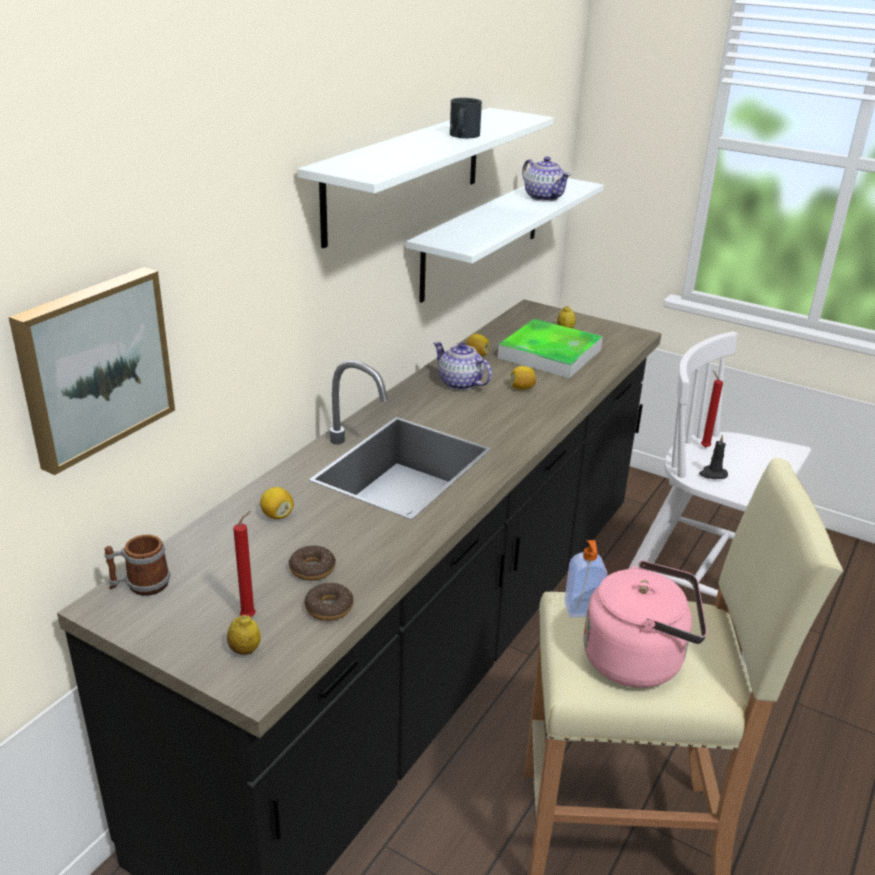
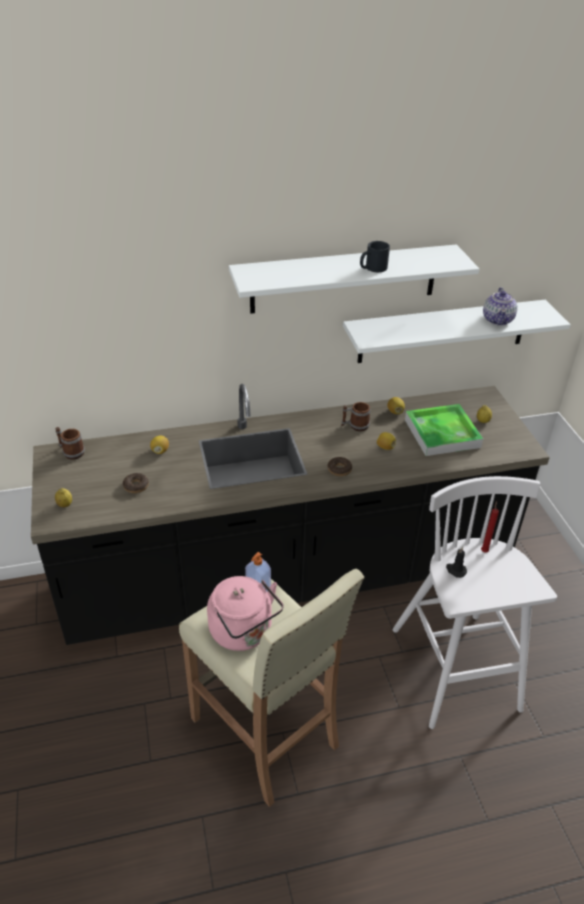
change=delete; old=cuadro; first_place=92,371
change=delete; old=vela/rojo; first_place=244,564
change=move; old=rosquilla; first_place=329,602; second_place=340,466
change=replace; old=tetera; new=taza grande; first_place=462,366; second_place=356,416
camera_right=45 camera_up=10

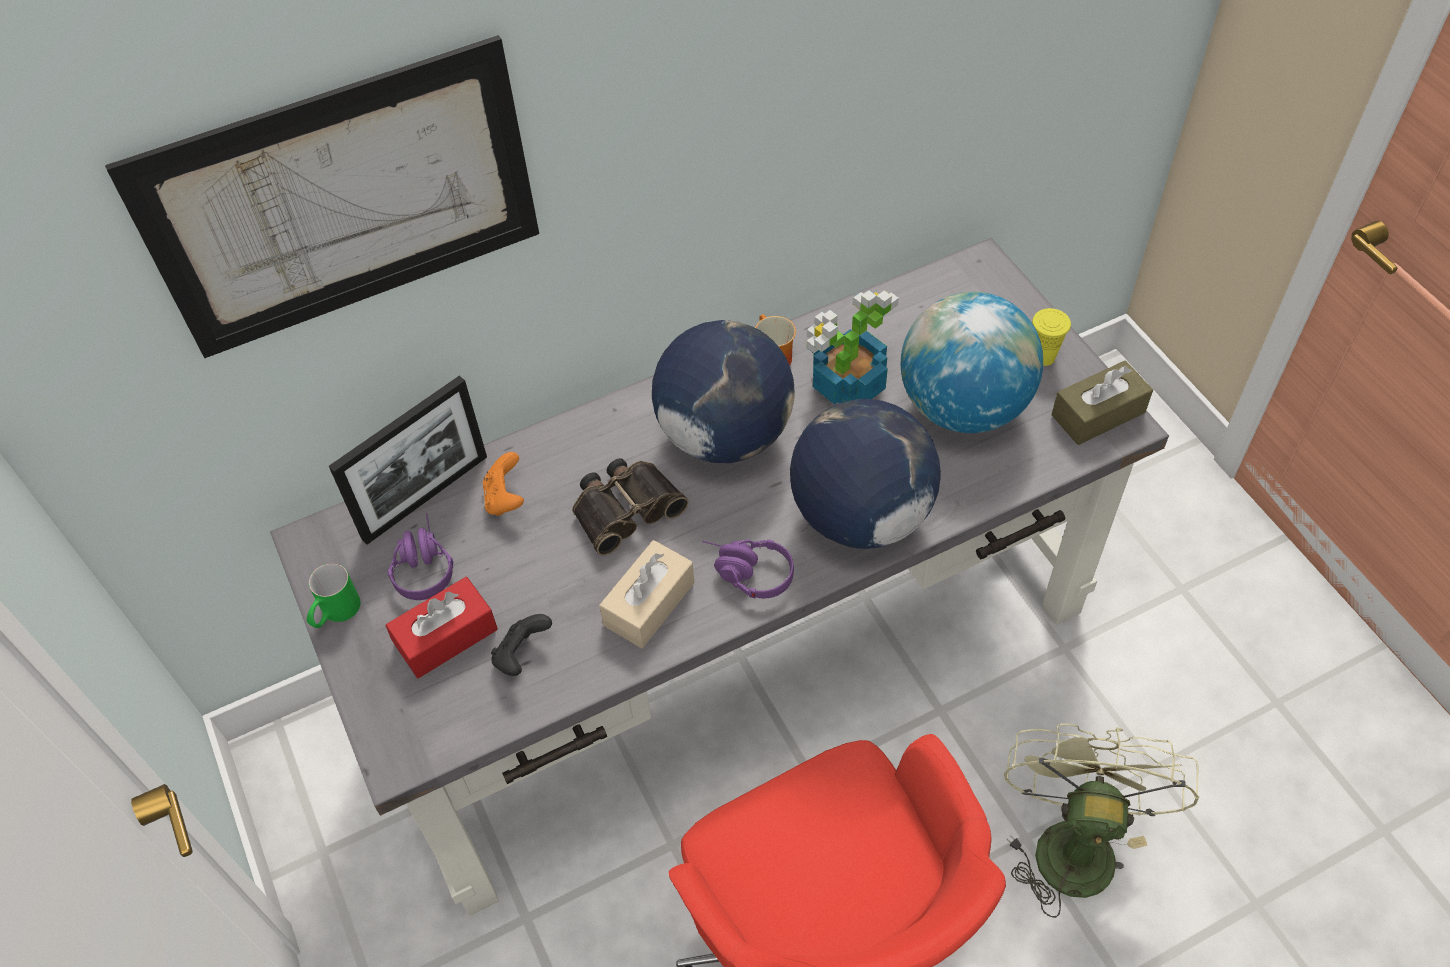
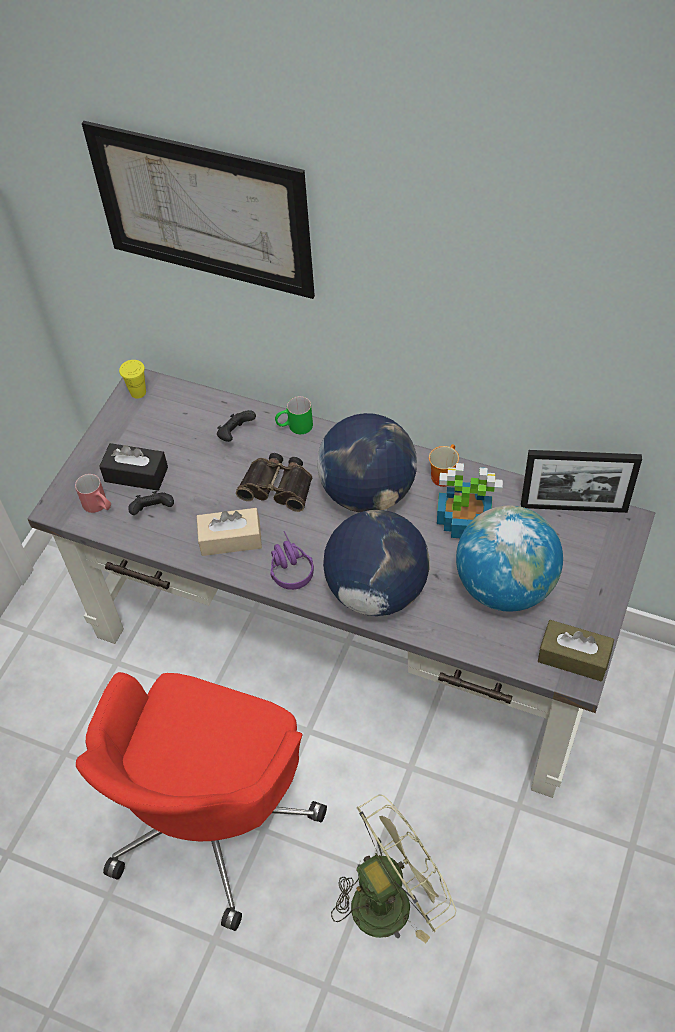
change=move; old=taza grande/verde; first_place=334,595; second_place=294,415
change=move; old=portarretratos; first_place=408,460; second_place=581,481
change=recolor; old=caja de pañuelos/rojo; new=caja de pañuelos/negro; first_place=441,628; second_place=133,467
change=delete; old=auriculares/morado; first_place=420,556
change=recolor; old=mando de consola/naranja; new=mando de consola/negro; first_place=503,484; second_place=236,426
change=move; old=taza/amarillo; first_place=1051,337; second_place=132,379
change=insert; new=taza grande/rojo; second_place=93,493
camera_right=50 camera_up=0

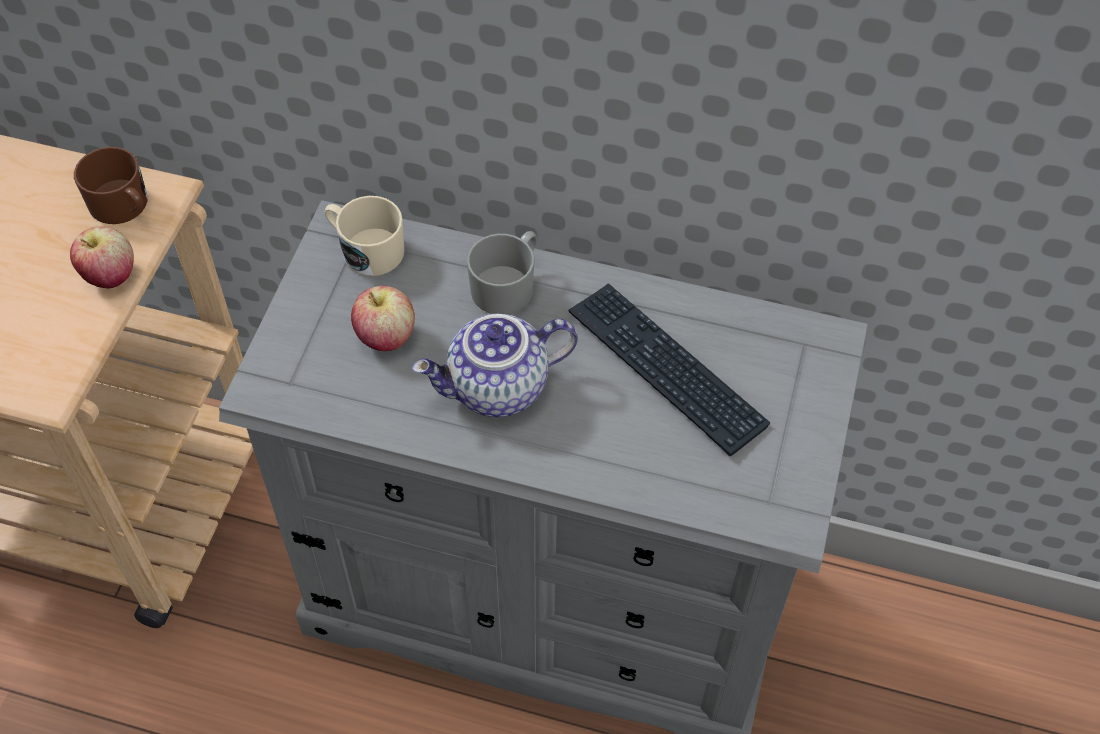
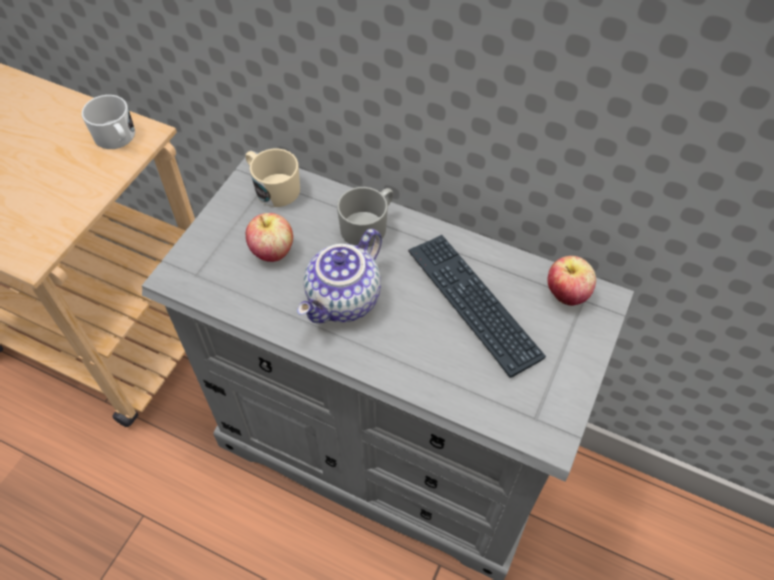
change=move; old=manzana; first_place=102,257; second_place=571,281
change=recolor; old=taza grande/marrón; new=taza grande/blanco; first_place=111,185; second_place=108,122
change=rotate; old=tetera; first_place=495,365; second_place=339,276; degrees=-45
camera_right=10 camera_up=0

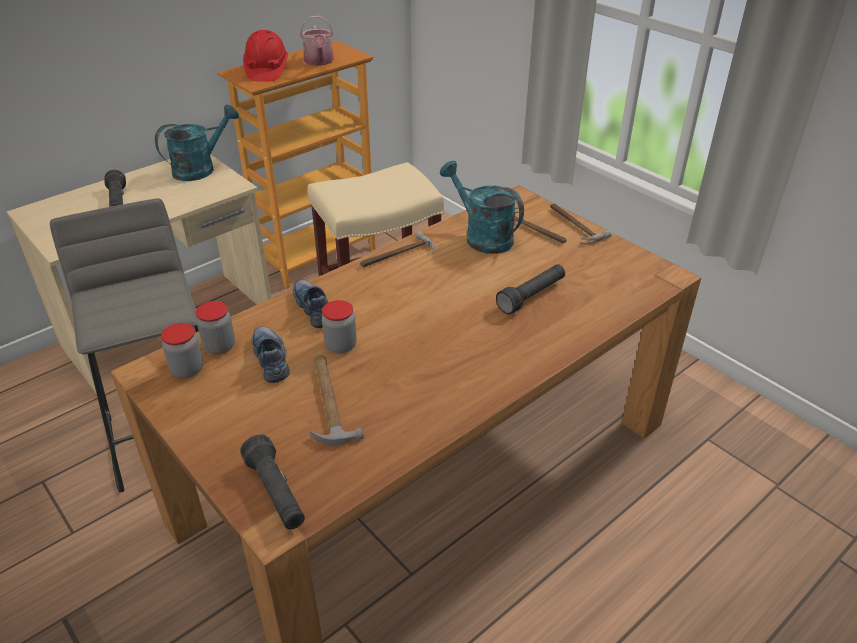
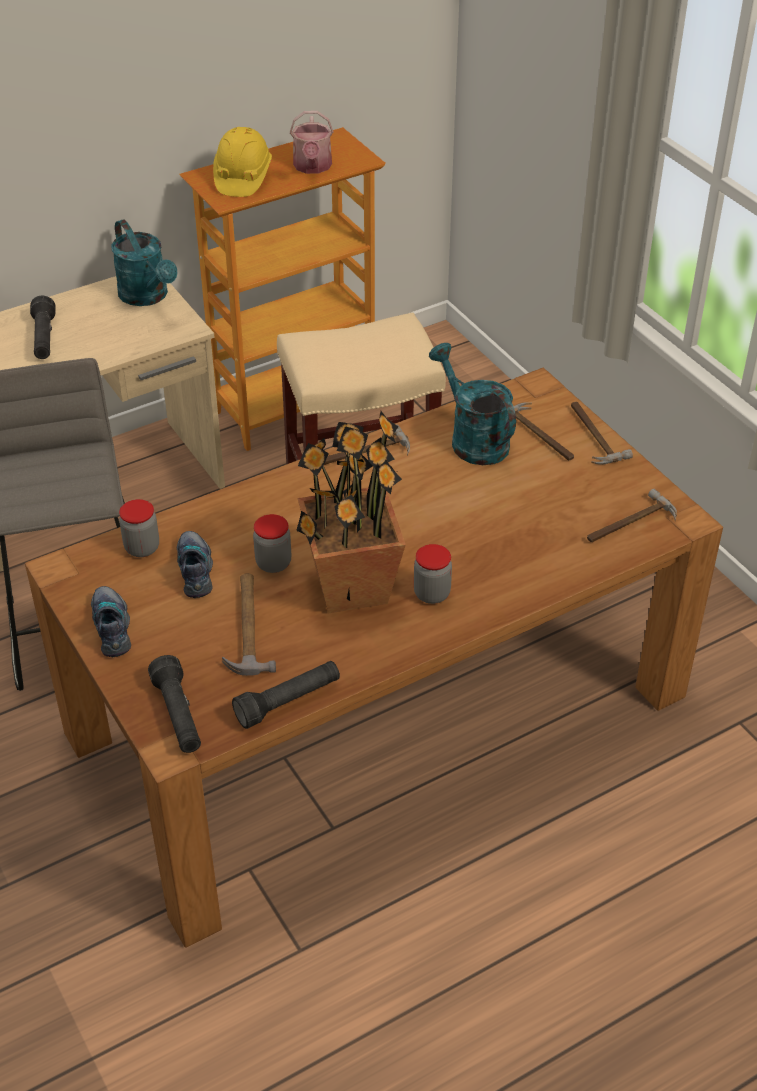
change=rotate; old=regadera/turquesa; first_place=197,143; second_place=144,262; degrees=90
change=move; old=tarro; first_place=182,350; second_place=433,574
change=recolor; old=casco/rojo; new=casco/amarillo; first_place=265,56; second_place=242,162
change=move; old=zapato; first_place=310,304; second_place=111,621
change=move; old=linterna/negro; first_place=530,289; second_place=286,695
change=insert; new=planta en maceta; second_place=351,512
change=insert; new=martillo; second_place=632,515
camera_right=10 camera_up=5

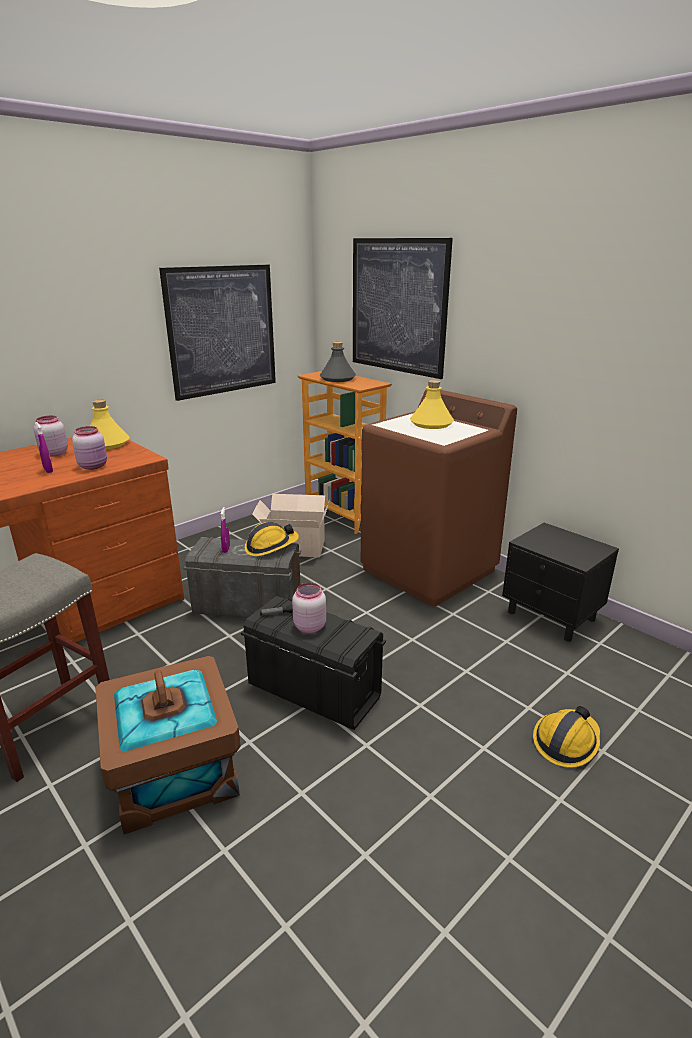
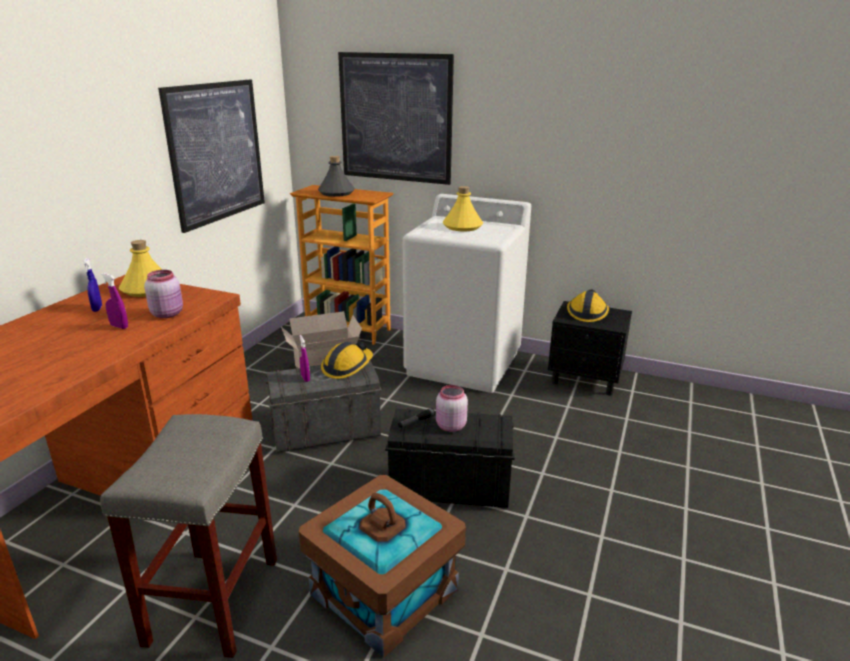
change=replace; old=tarro/rosa; new=pulverizador/azul; first_place=51,436; second_place=92,285
change=recolor; old=lavadora/marrón; new=lavadora/blanco; first_place=439,497; second_place=467,293
change=move; old=casco; first_place=566,737; second_place=588,306
camera_right=-25 camera_up=0

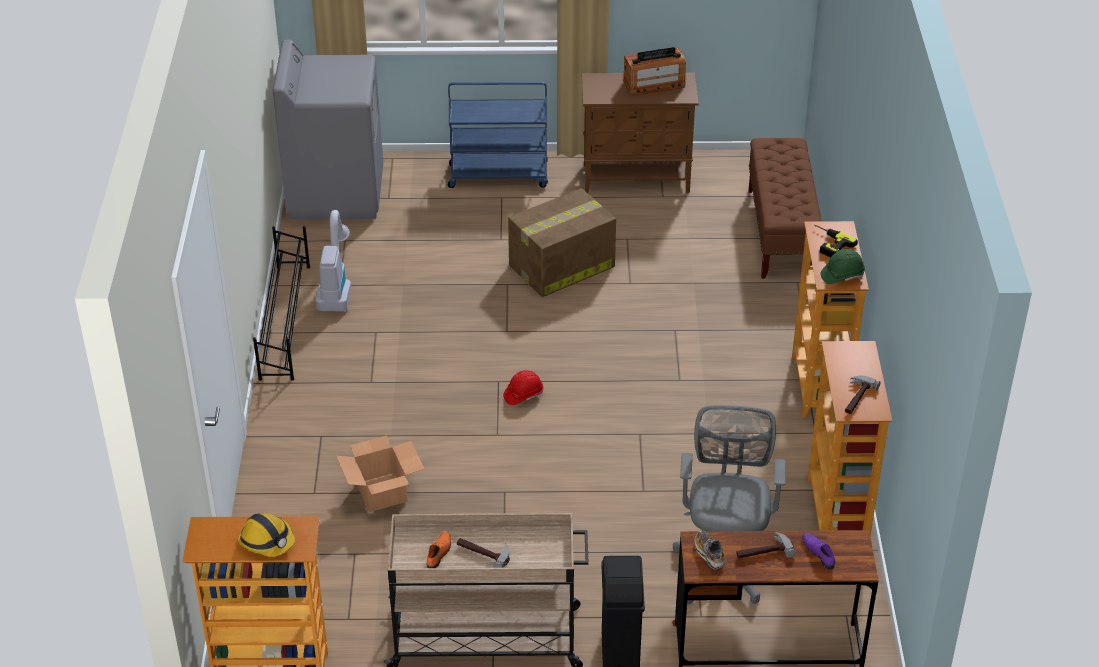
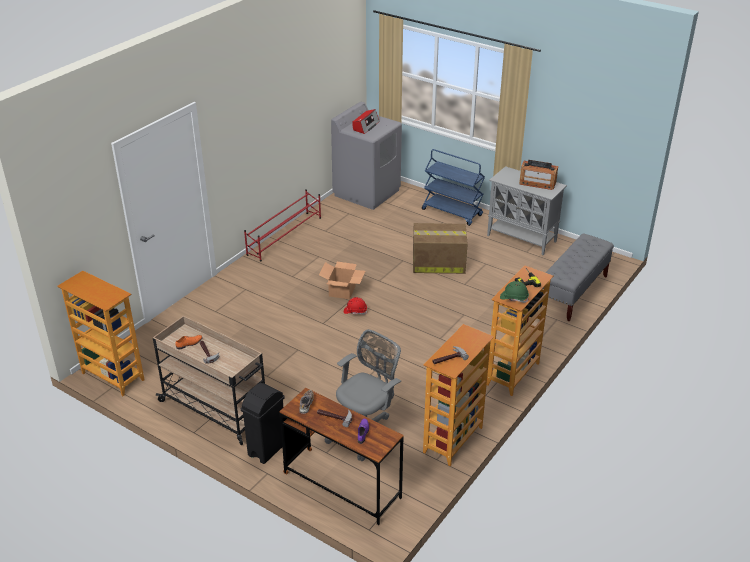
change=delete; old=casco; first_place=266,535
change=recolor; old=zapatero/negro; new=zapatero/rojo; first_place=281,303; second_place=282,225
change=delete; old=aspiradora; first_place=333,260
change=move; old=caja de cartón; first_place=380,474; second_place=342,280
change=recolor; old=armario/marrón; new=armario/gris; first_place=640,132; second_place=527,210
change=recolor; old=banco/marrón; new=banco/gris; first_place=785,208; second_place=578,277
change=insert; new=radio; second_place=366,121
camera_right=35 camera_up=-5

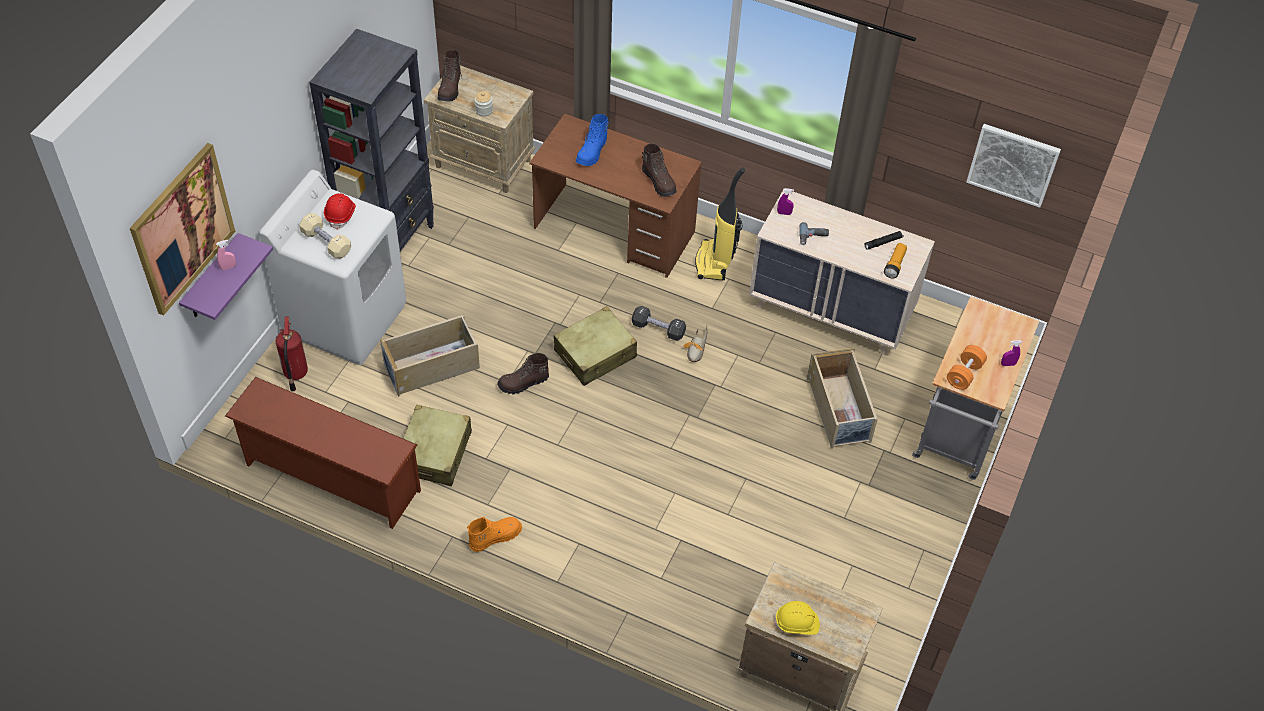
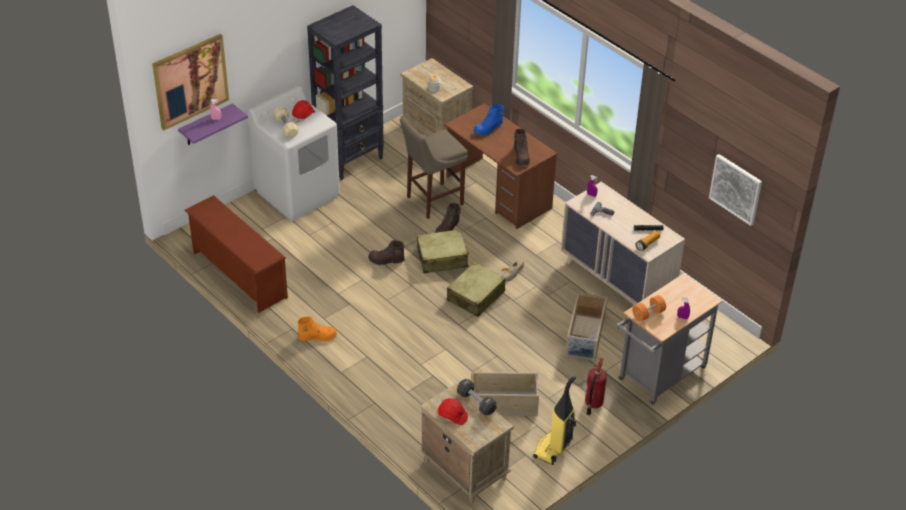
change=move; old=extintor; first_place=292,354; second_place=596,386
change=move; old=caja de almacenaje/beis; first_place=430,356; second_place=505,393
change=move; old=maleta/beis; first_place=437,445; second_place=476,289
change=move; old=bota/marrón; first_place=449,76; second_place=448,218
change=move; old=mancuerna/negro; first_place=659,323; second_place=477,397
change=move; old=aspiradora; first_place=720,223; second_place=554,420
change=recolor; old=casco/amarillo; new=casco/rojo; first_place=797,618; second_place=453,411
change=insert; new=taburete/beis; second_place=434,168
camera_right=25 camera_up=-10

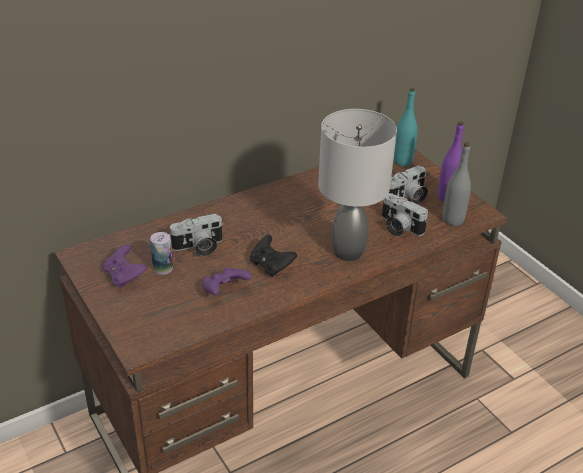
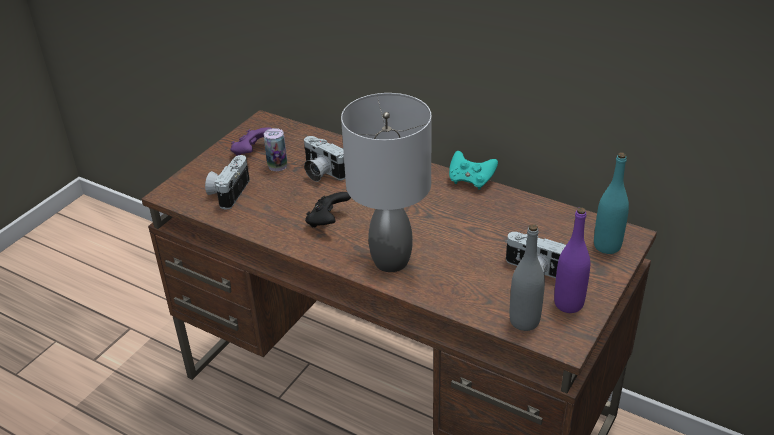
change=delete; old=mando de consola/morado; first_place=226,281
change=move; old=cámara; first_place=405,215; second_place=227,182
change=insert; new=mando de consola/turquesa; second_place=473,170
camera_right=65 camera_up=0

